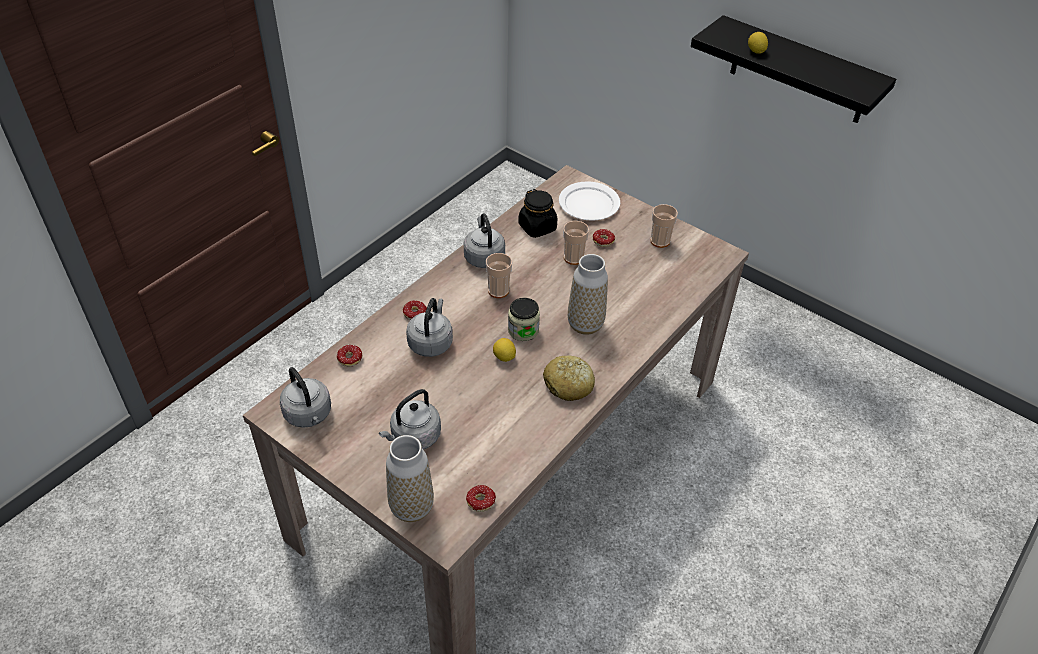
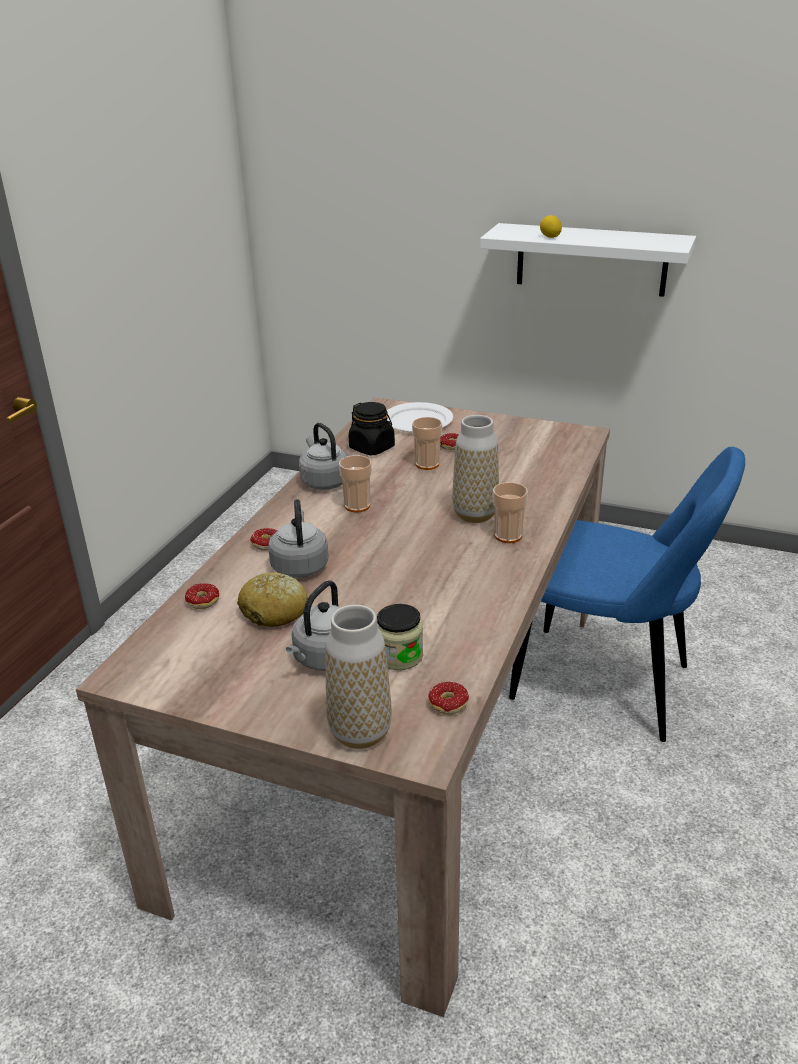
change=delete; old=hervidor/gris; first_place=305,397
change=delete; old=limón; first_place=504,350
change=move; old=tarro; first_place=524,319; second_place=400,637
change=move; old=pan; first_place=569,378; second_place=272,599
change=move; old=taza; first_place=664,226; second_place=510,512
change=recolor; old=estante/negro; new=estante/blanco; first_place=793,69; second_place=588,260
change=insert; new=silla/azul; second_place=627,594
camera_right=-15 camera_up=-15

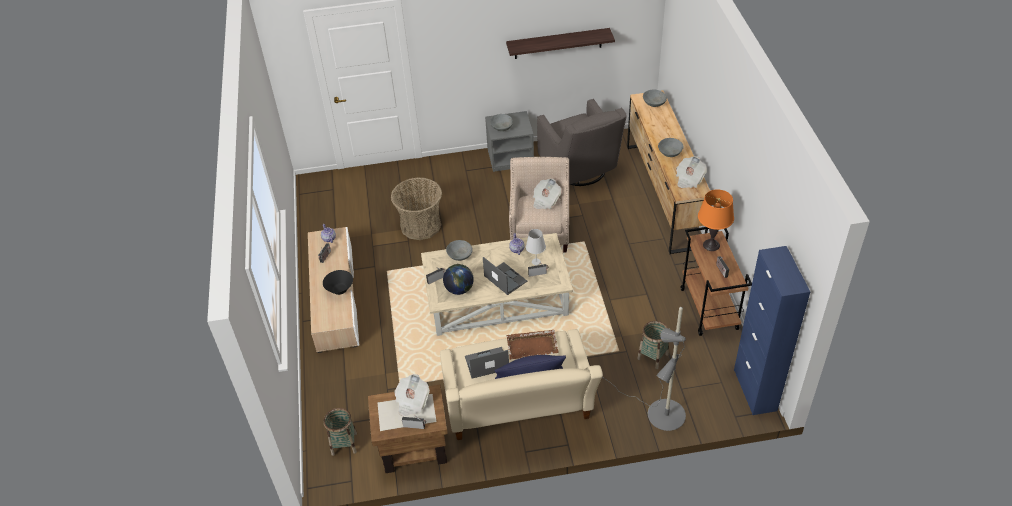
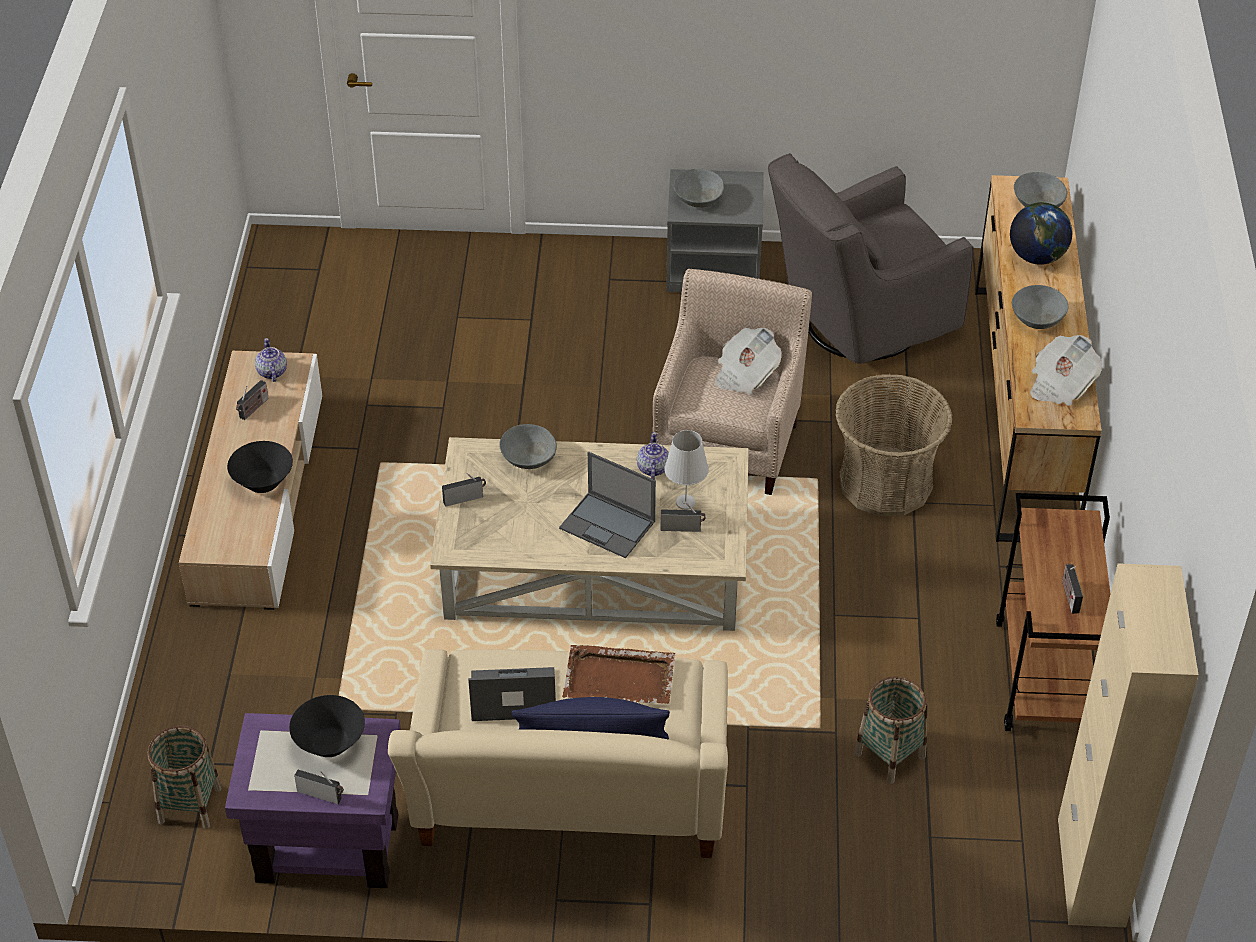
change=recolor; old=mesa auxiliar/marrón; new=mesa auxiliar/morado; first_place=408,429; second_place=313,800
change=move; old=cesta; first_place=416,208; second_place=894,445
change=replace; old=periódico; new=cuenco/negro; first_place=412,395; second_place=327,726
change=move; old=globo terráqueo; first_place=458,279; second_place=1041,233
change=rotate; old=portátil; first_place=505,276; second_place=607,505; degrees=150
change=delete; old=estante; first_place=560,43
change=rotate; old=sillón/gris; first_place=582,142; second_place=871,258; degrees=75
change=delete; old=lámpara de pie/gris; first_place=644,369
change=delete; old=lámpara de mesa/naranja; first_place=716,220
change=recolor; old=armario/azul; new=armario/beis; first_place=772,330; second_place=1128,745
camera_right=10 camera_up=0

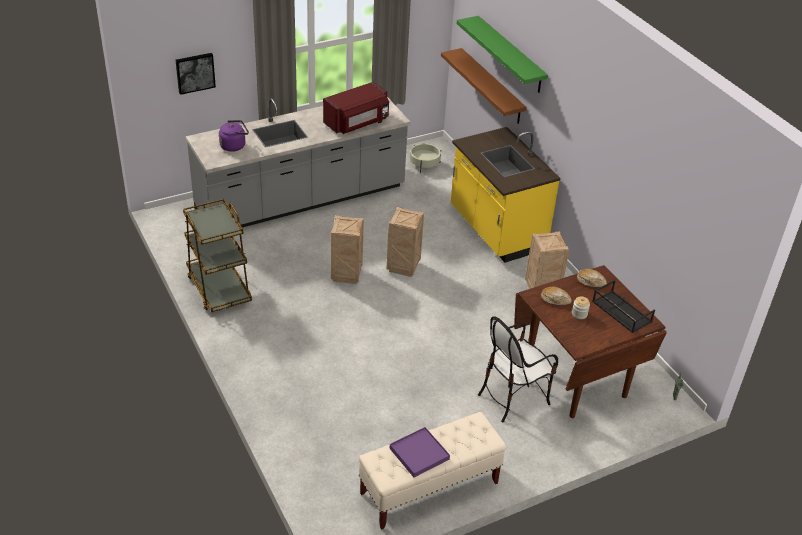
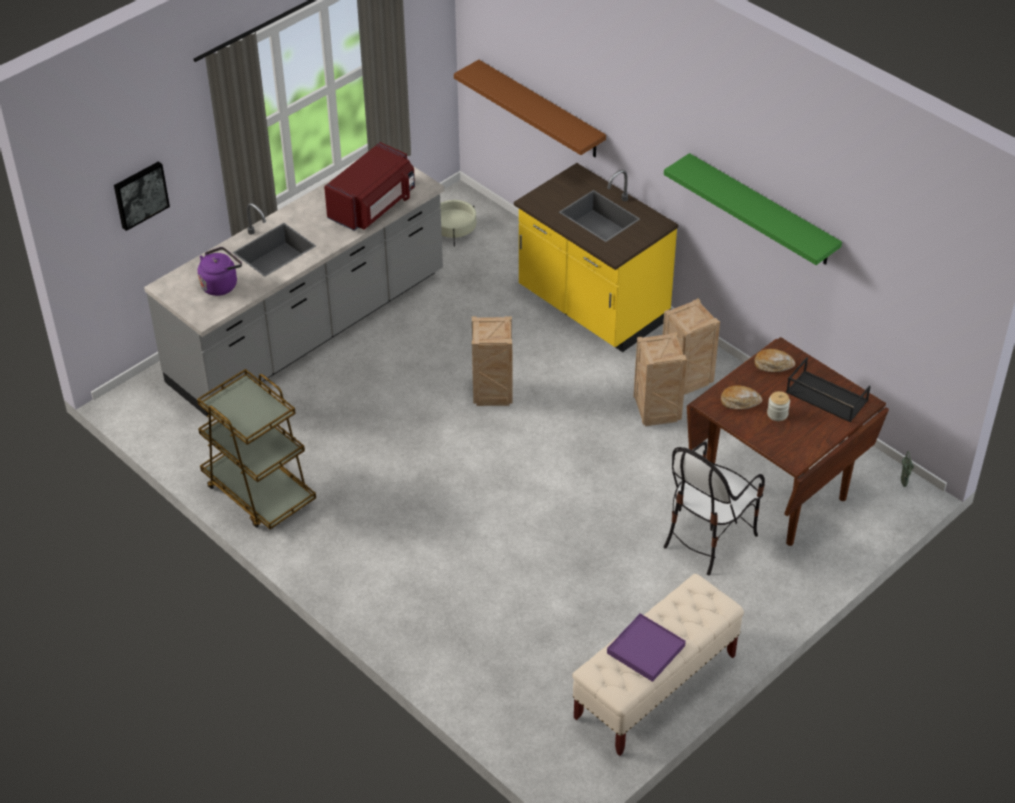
change=move; old=caja de embalaje; first_place=347,249; second_place=660,379
change=move; old=estante/verde; first_place=502,54; second_place=753,209
camera_right=-15 camera_up=5

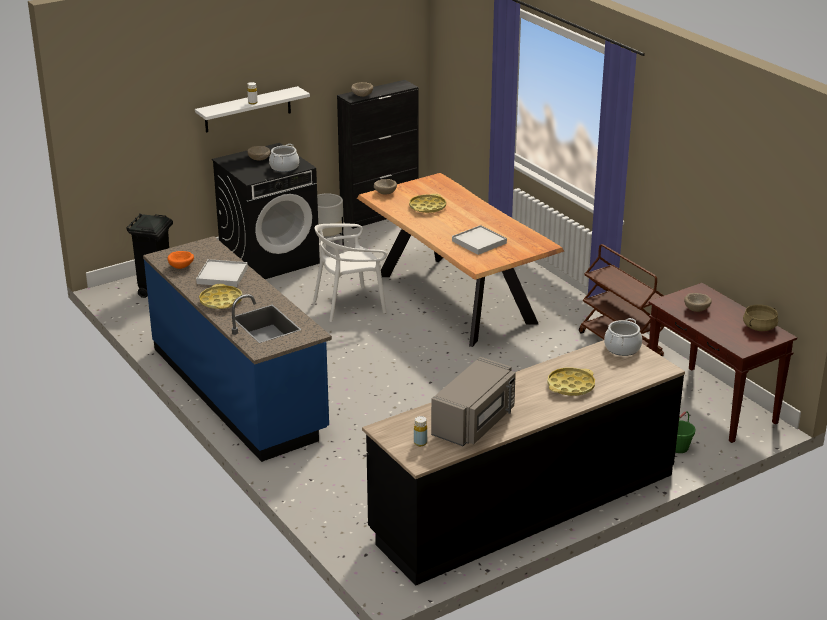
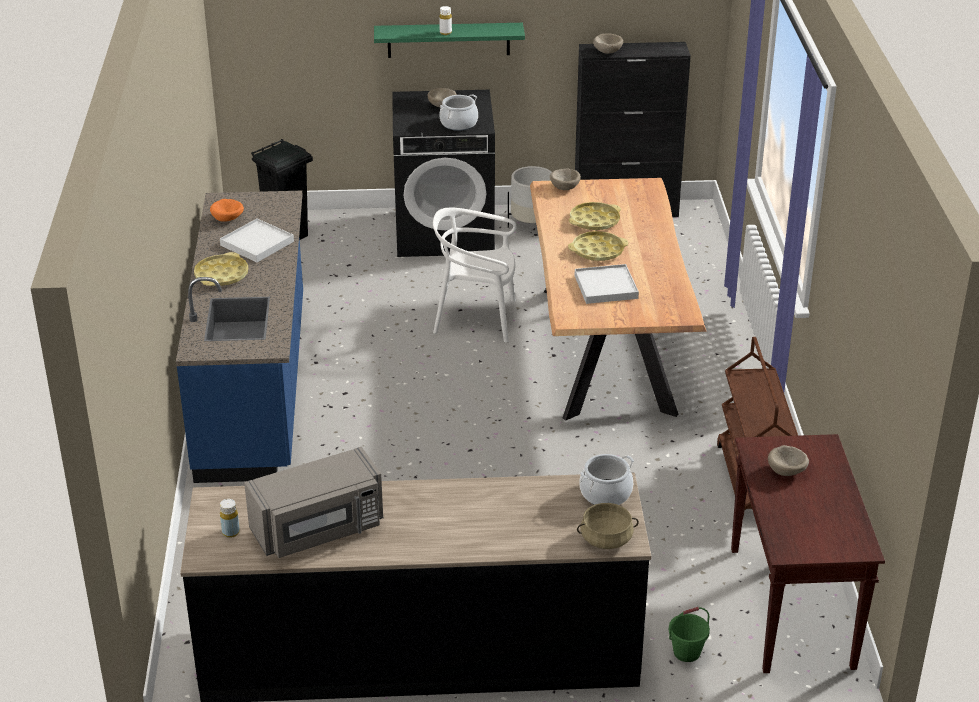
change=recolor; old=estante/blanco; new=estante/verde; first_place=252,109; second_place=449,40
change=move; old=bandeja/amarillo; first_place=571,381; second_place=598,246
change=move; old=olla/beis; first_place=760,317; second_place=608,526
camera_right=30 camera_up=5

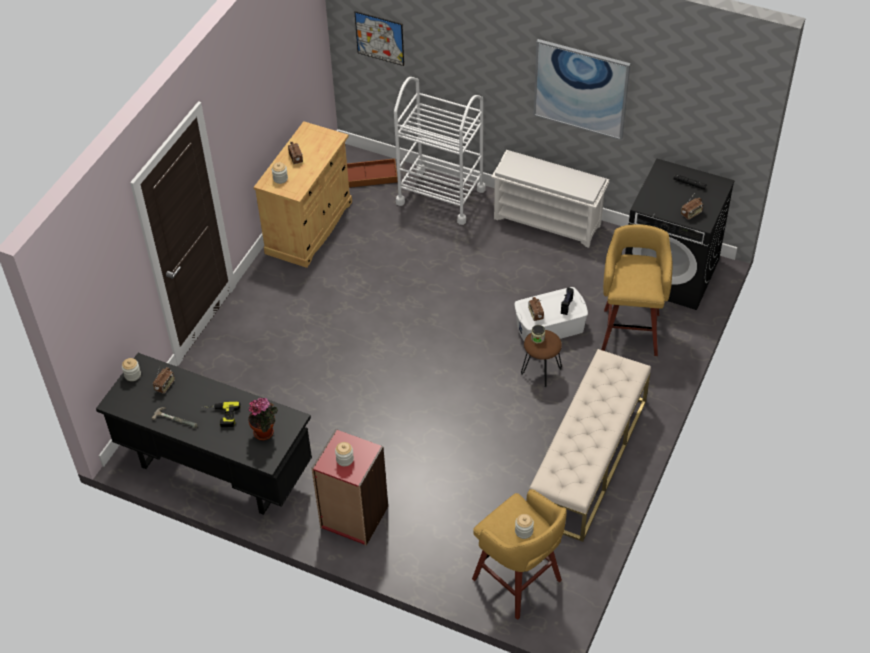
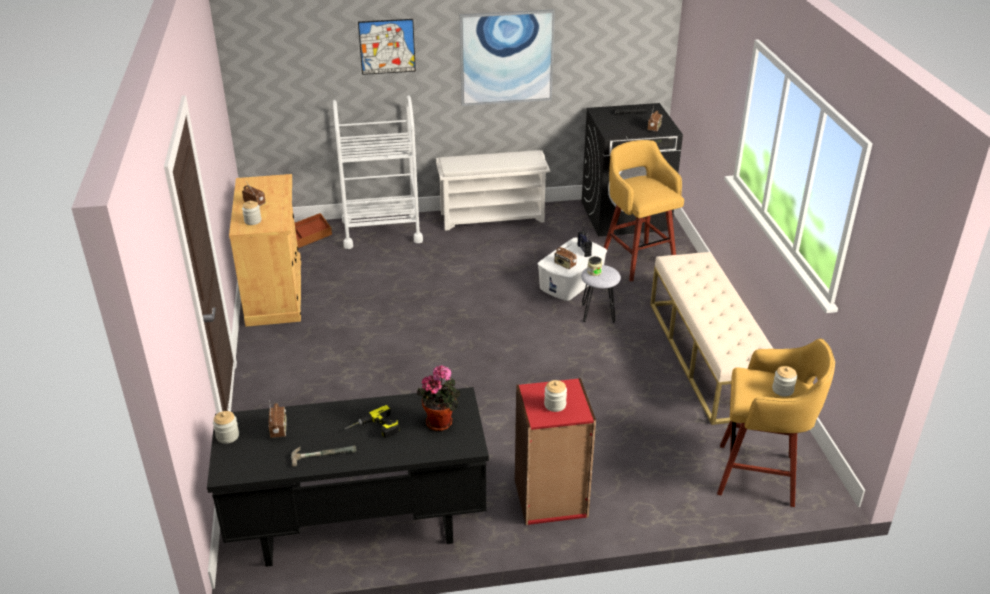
change=move; old=cuadro; first_place=379,38; second_place=387,47
change=recolor; old=taburete/marrón; new=taburete/gris; first_place=541,359; second_place=601,294
camera_right=-35 camera_up=-15

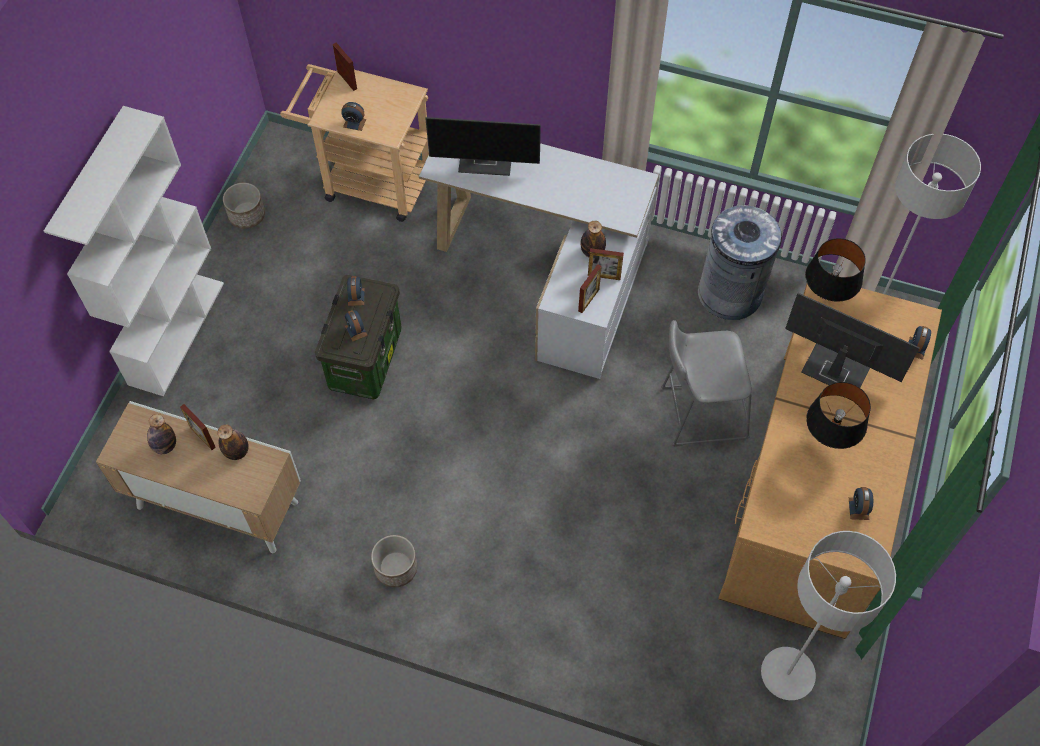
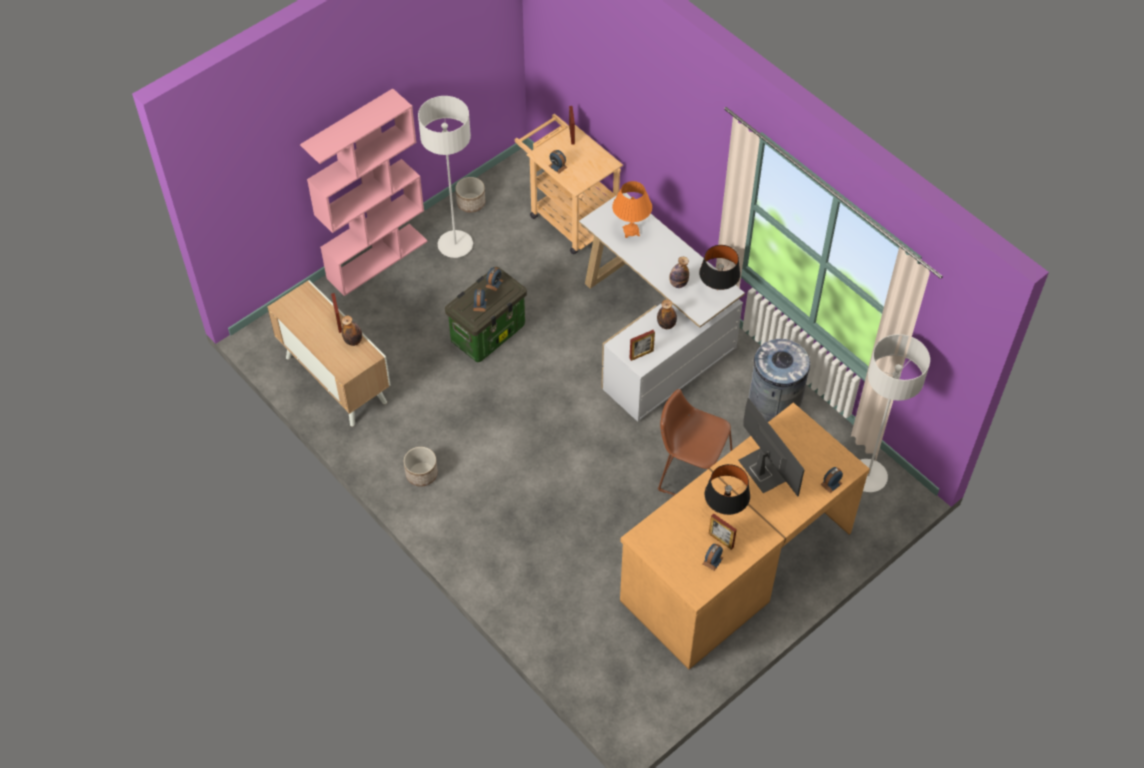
change=recolor; old=estantería/blanco; new=estantería/rosa; first_place=134,251; second_place=364,192
change=move; old=botella; first_place=161,434; second_place=679,272
change=replace; old=monitor; new=lámpara de mesa/naranja; first_place=483,146; second_place=632,209
change=move; old=portarretratos; first_place=606,264; second_place=723,531
change=recolor; old=taburete/gris; new=taburete/marrón; first_place=706,383; second_place=694,442
change=move; old=lámpara de pie/gris; first_place=828,615; second_place=445,177
change=move; old=lámpara de mesa/negro; first_place=835,270; second_place=719,267
camera_right=30 camera_up=-5

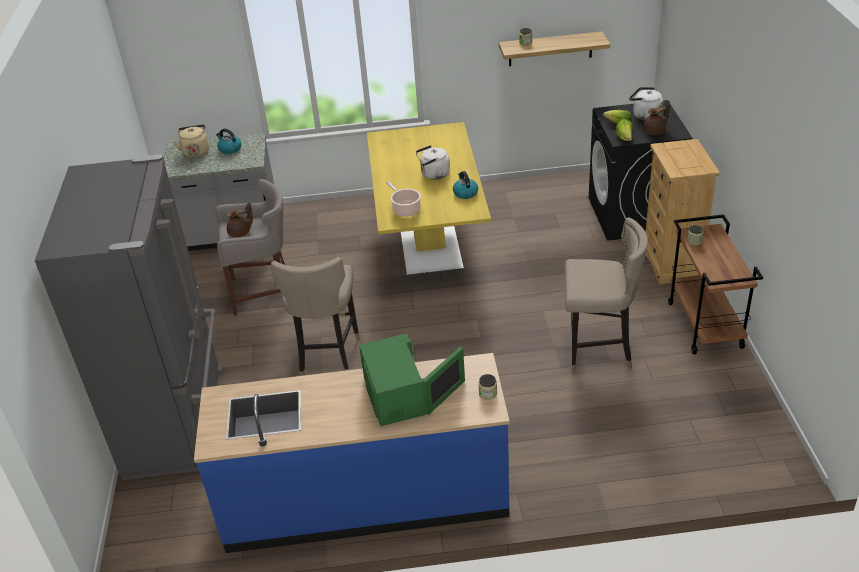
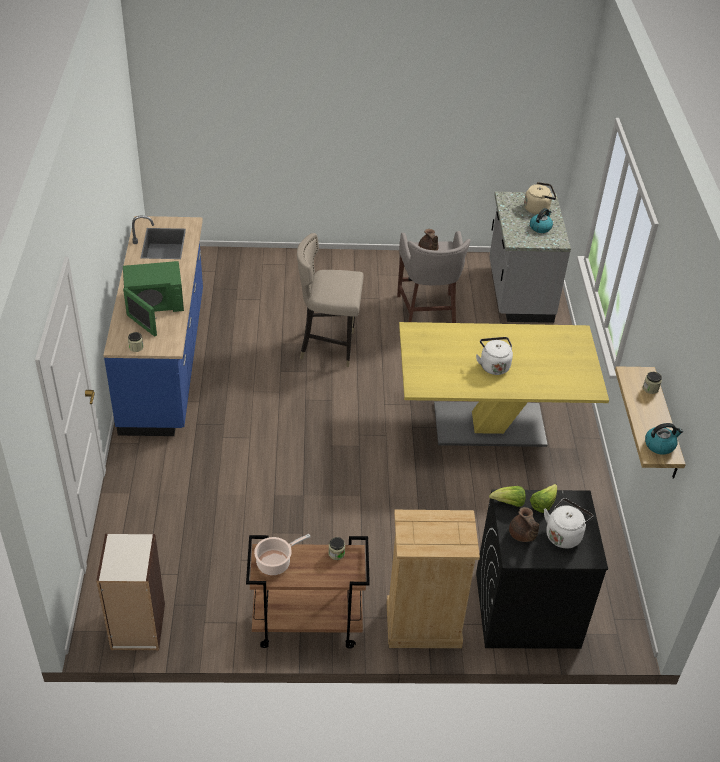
change=delete; old=nevera/gris; first_place=129,317
change=move; old=olla; first_place=403,199; second_place=282,554
change=move; old=hervidor; first_place=465,185; second_place=664,439
change=delete; old=taburete/beis; first_place=606,295
change=insert; new=estantería; second_place=130,592
camera_right=90 camera_up=5

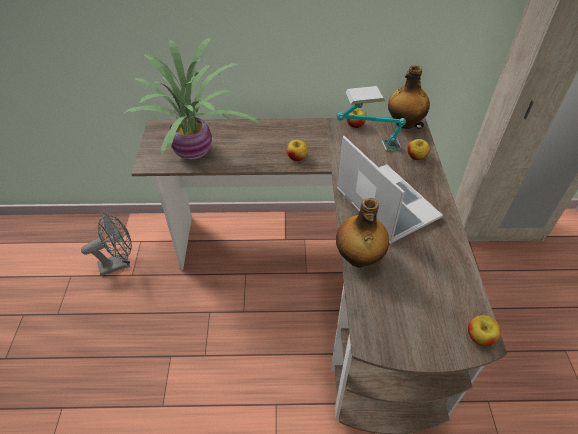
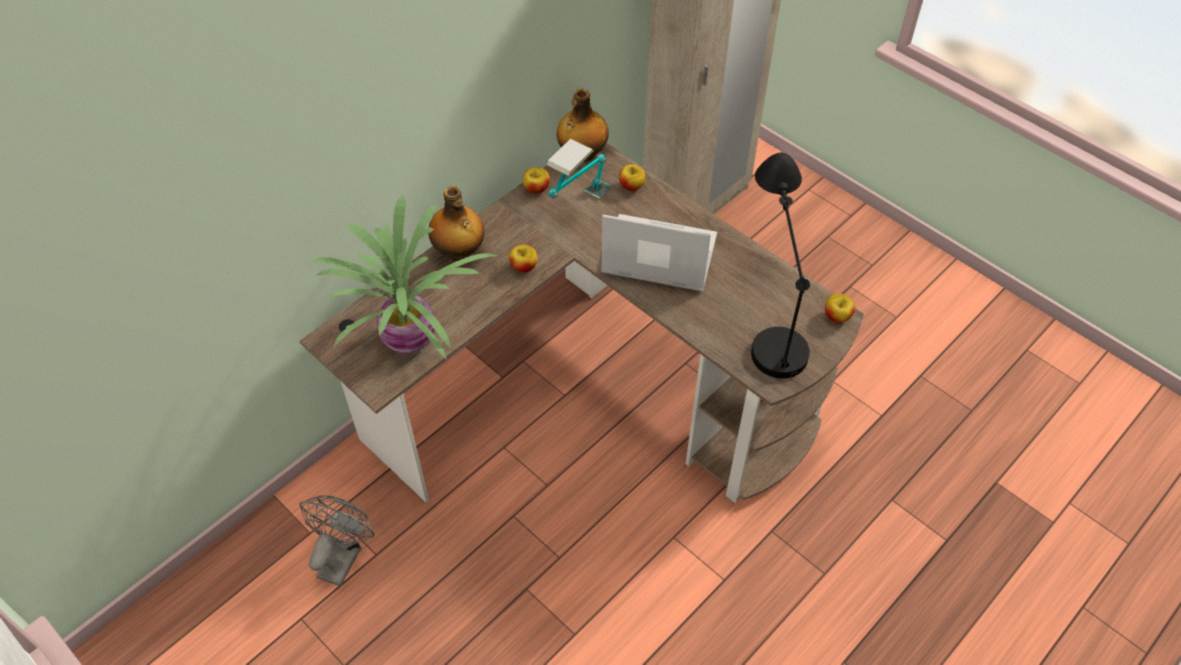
change=move; old=botella; first_place=362,233; second_place=457,223
change=insert; new=lámpara de mesa/negro; second_place=780,265
camera_right=-45 camera_up=5

